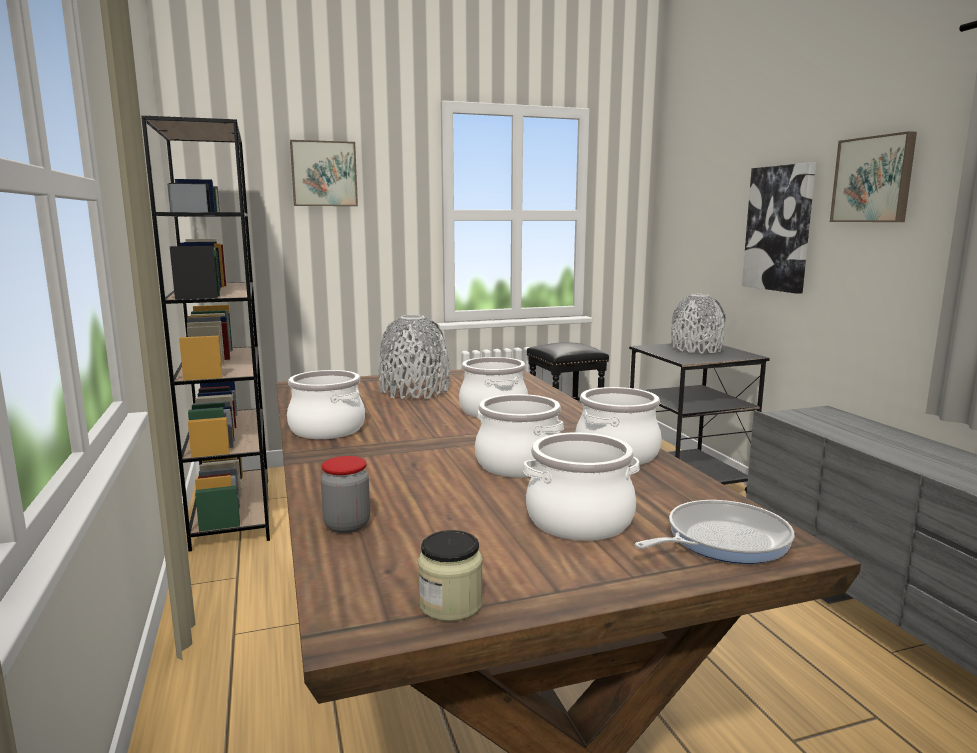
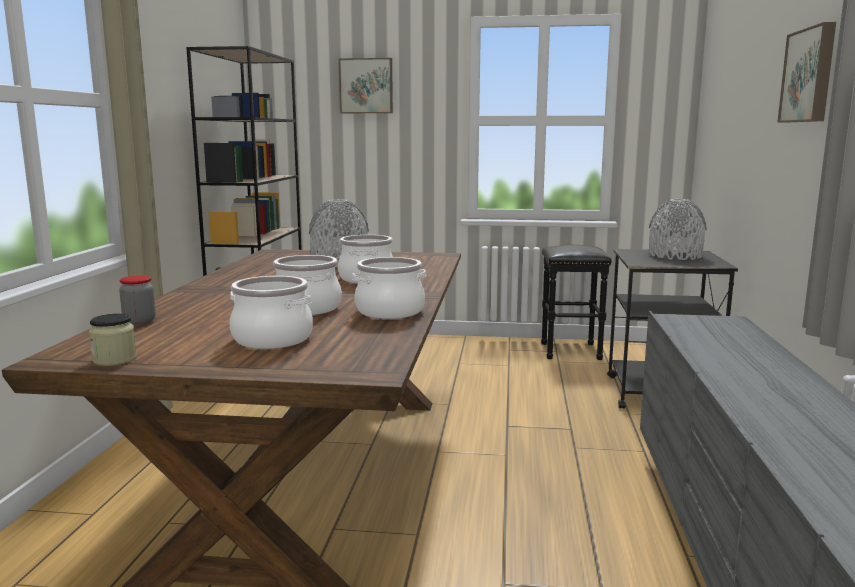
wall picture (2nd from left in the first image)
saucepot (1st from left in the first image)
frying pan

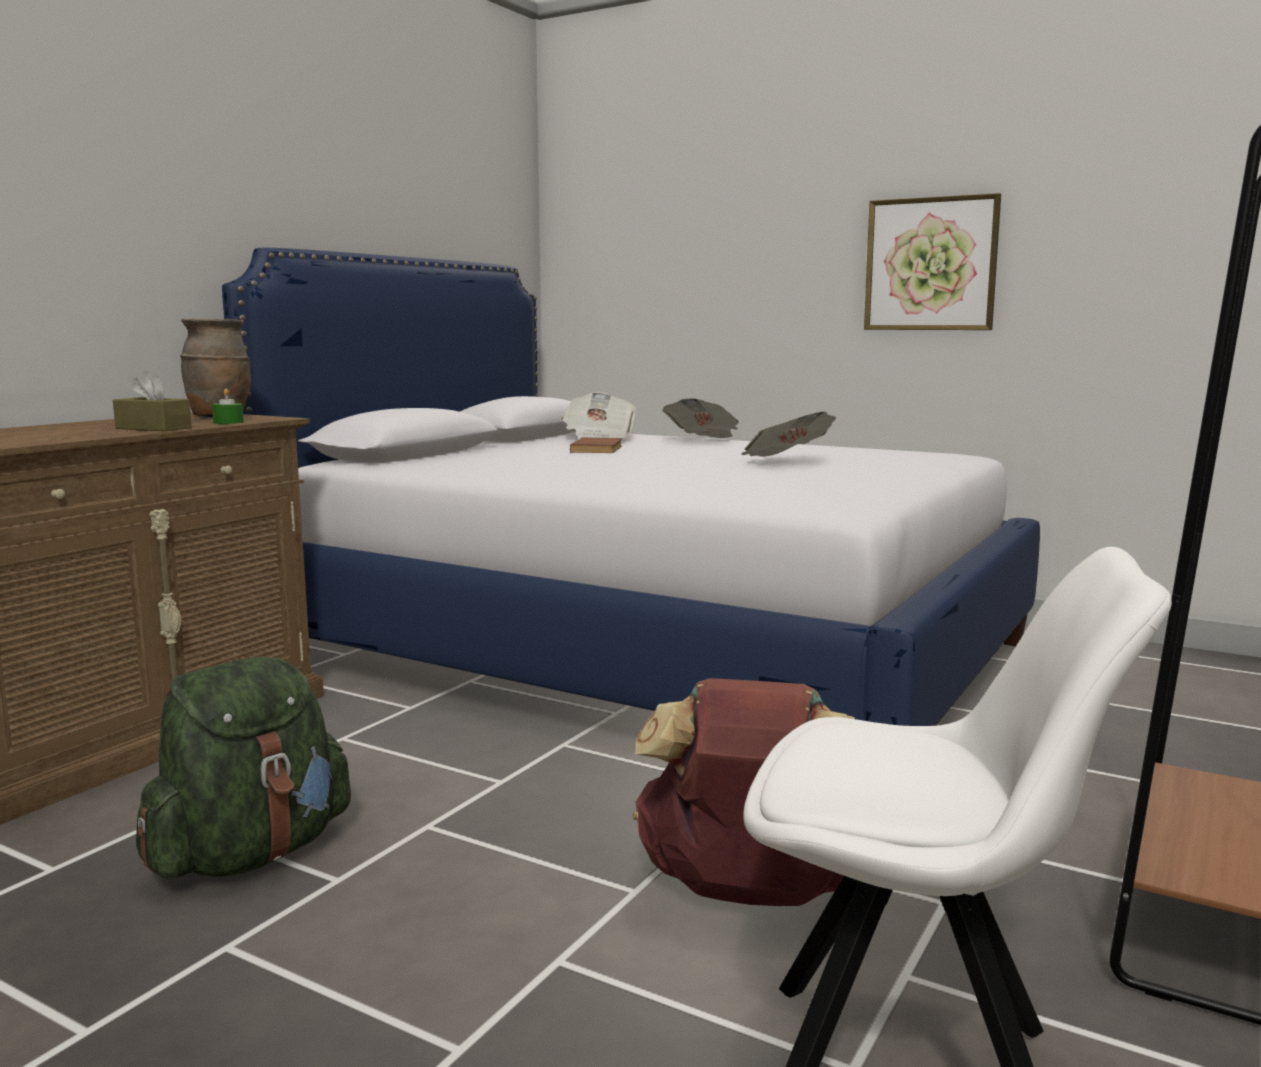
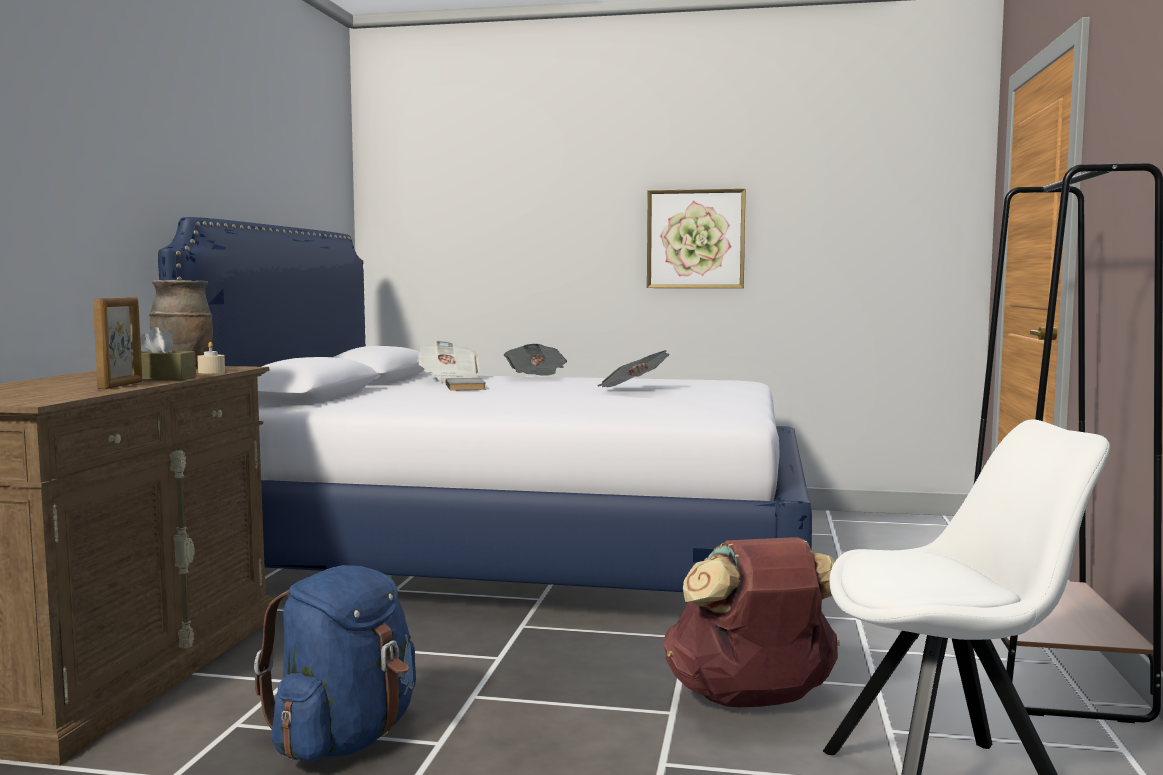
beige-coloured wax candle
gray volume
blue knapsack
standing frame

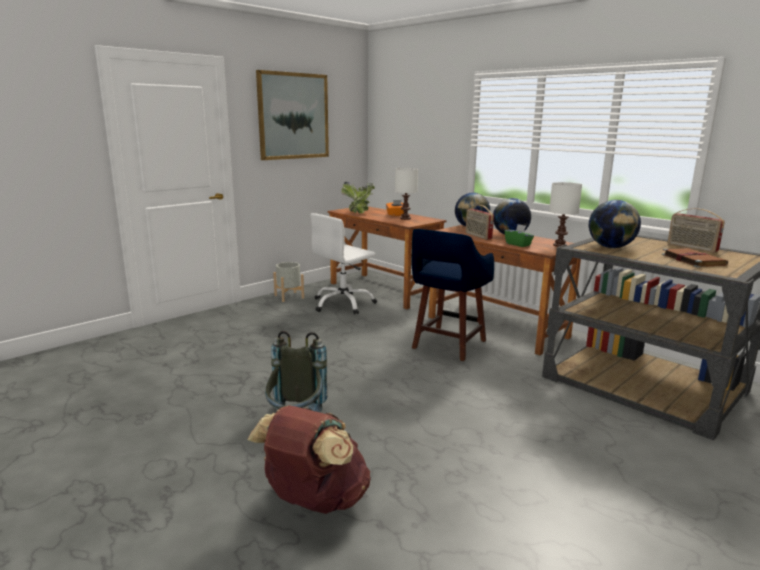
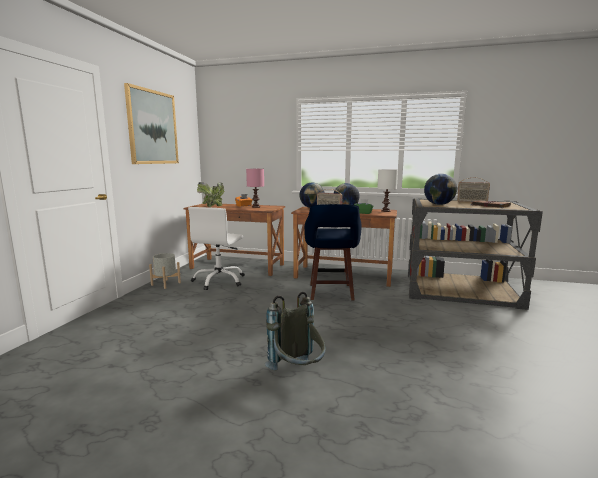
pinkish tabletop lamp
brown knapsack

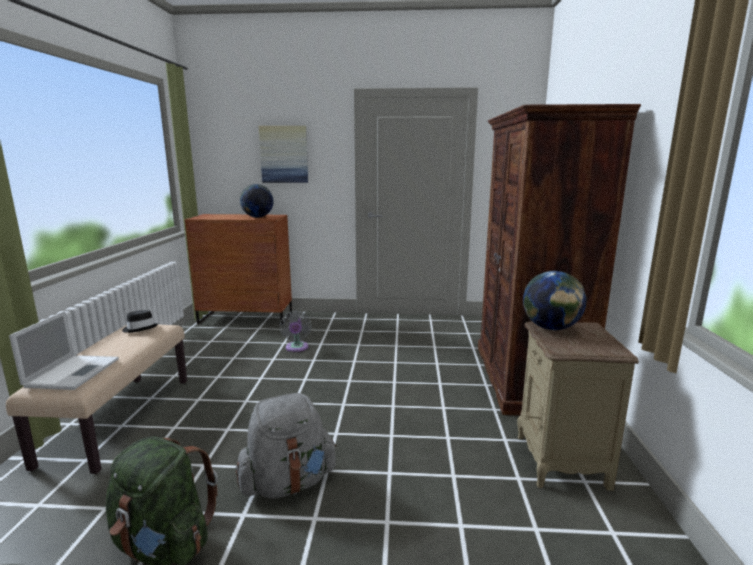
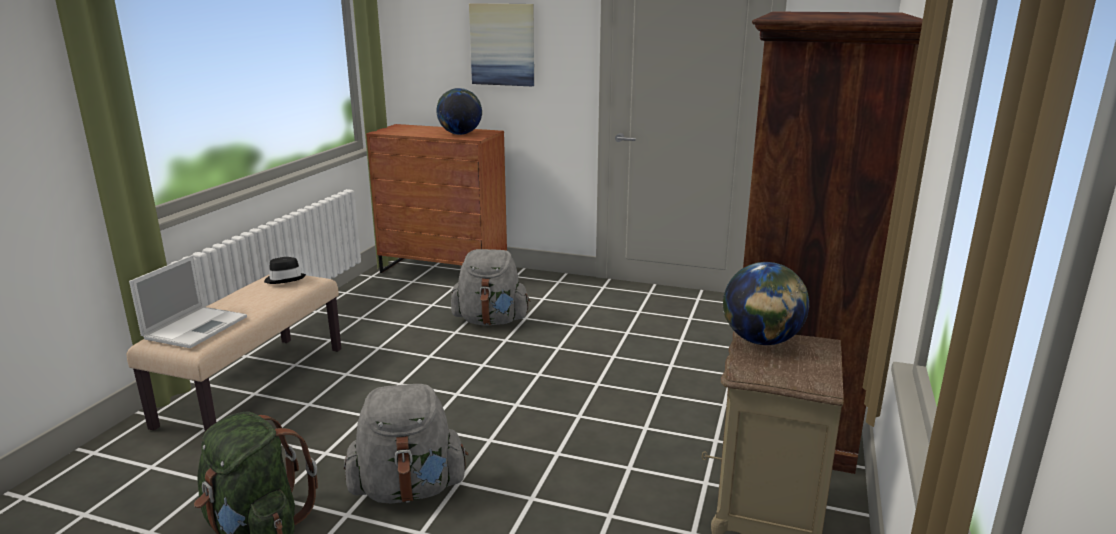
gray knapsack (2nd from left)

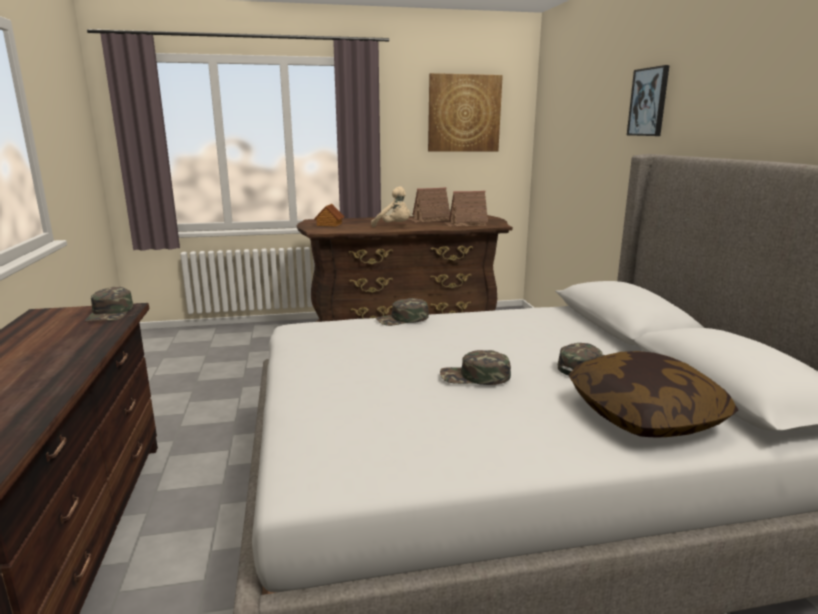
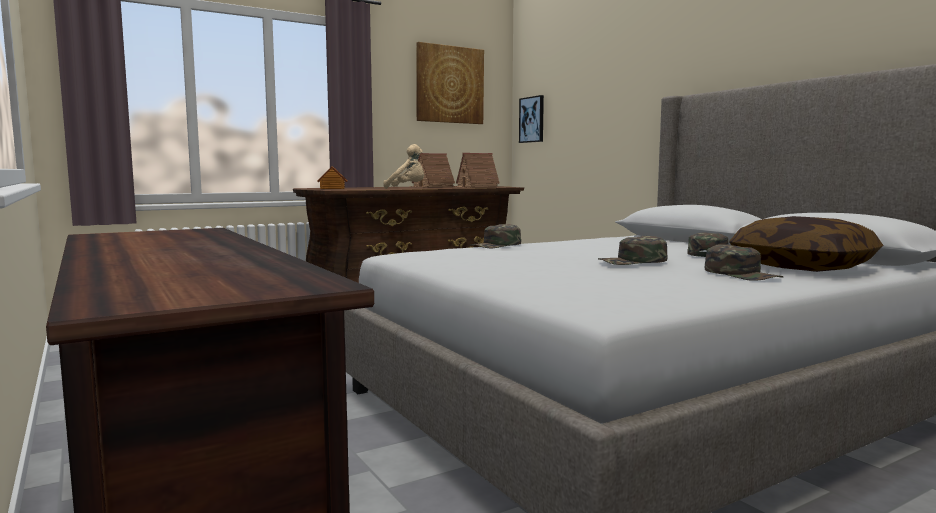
wall picture (2nd from left)
green cap (4th from left)

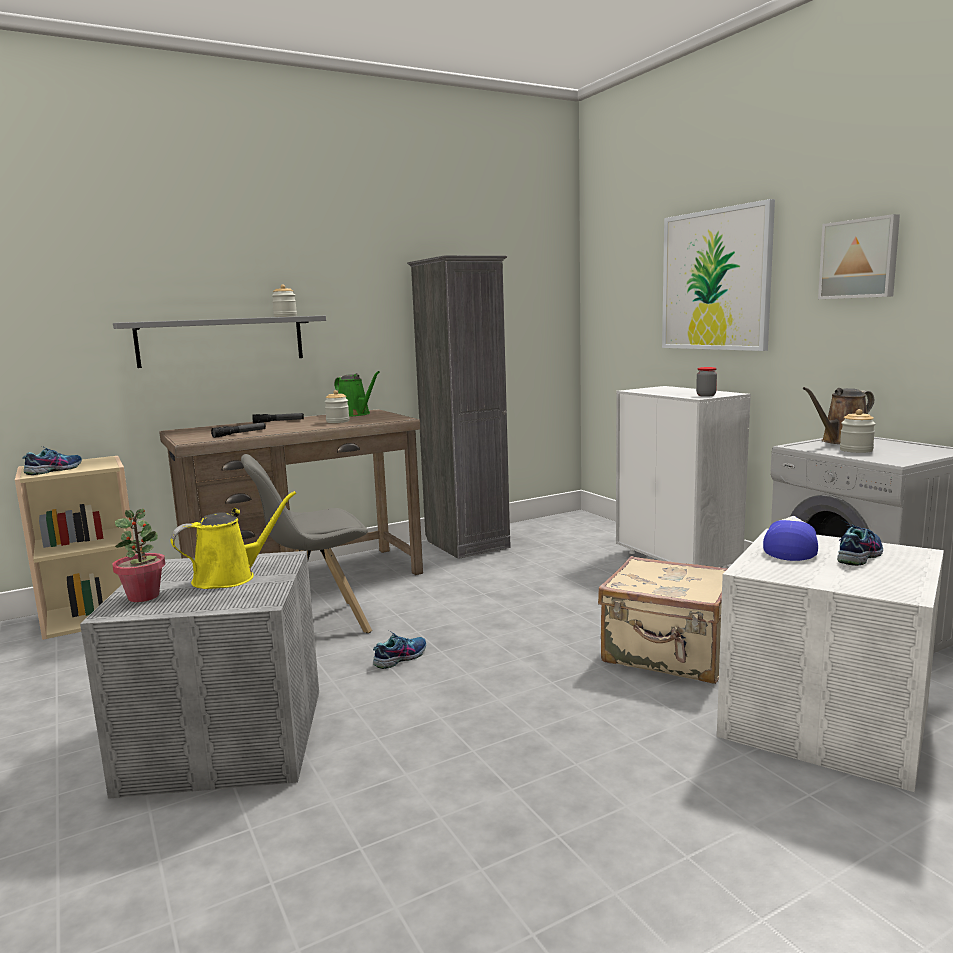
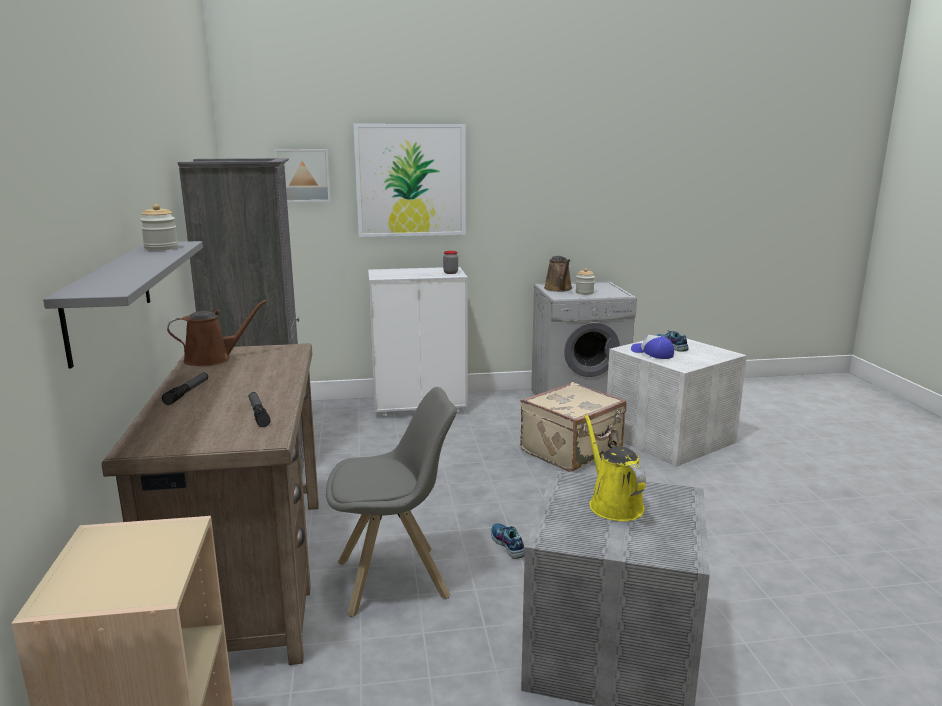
wall picture (1st from left)
brown sprinkling can (1st from left)
storage jar (2nd from left in the first image)
low shoe (1st from left in the first image)
gray plain chair
potted plant

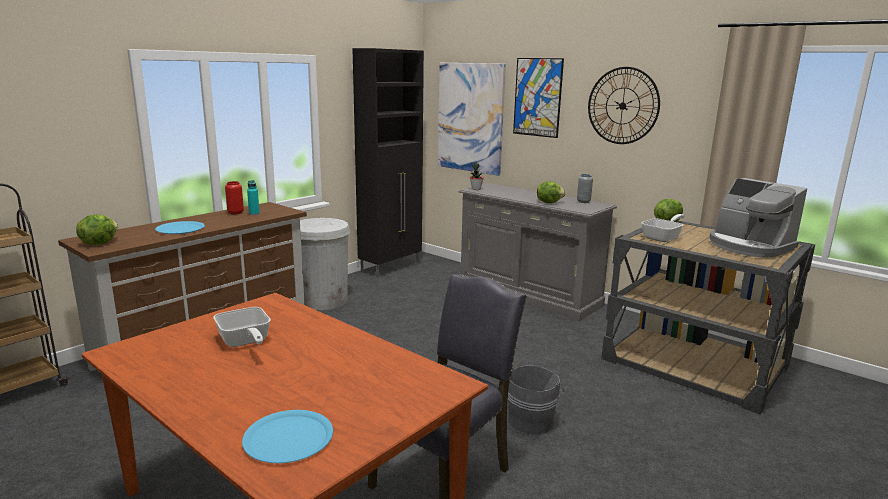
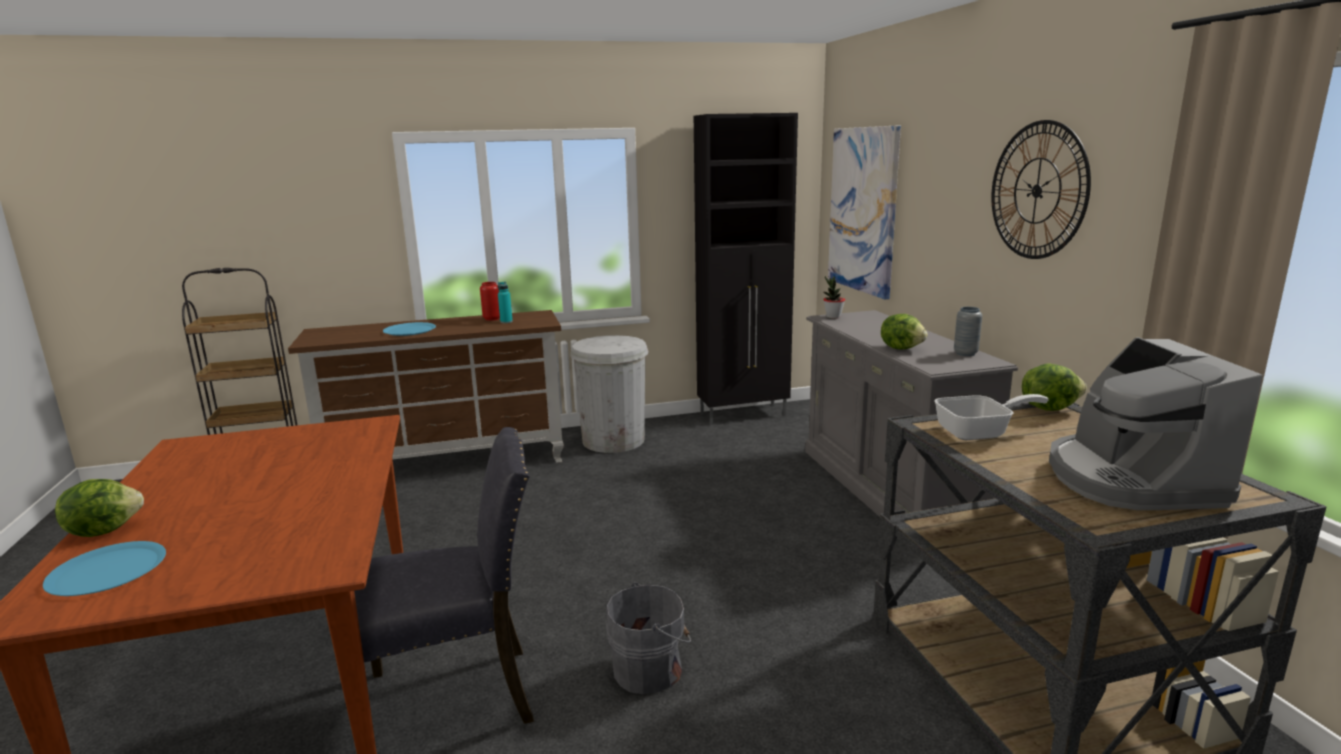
wall picture (2nd from left in the first image)
head of lettuce (1st from left)
frying pan (1st from left in the first image)

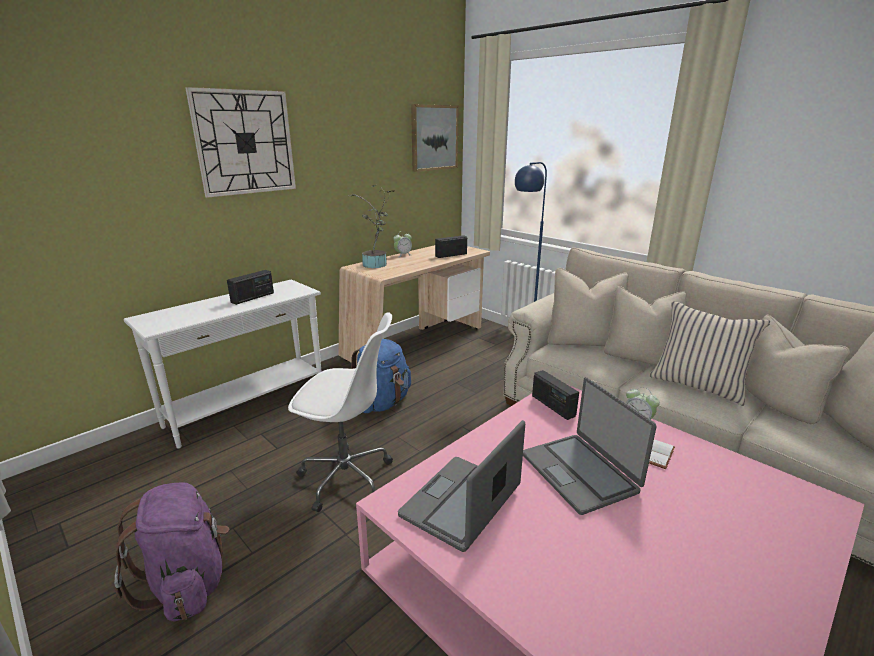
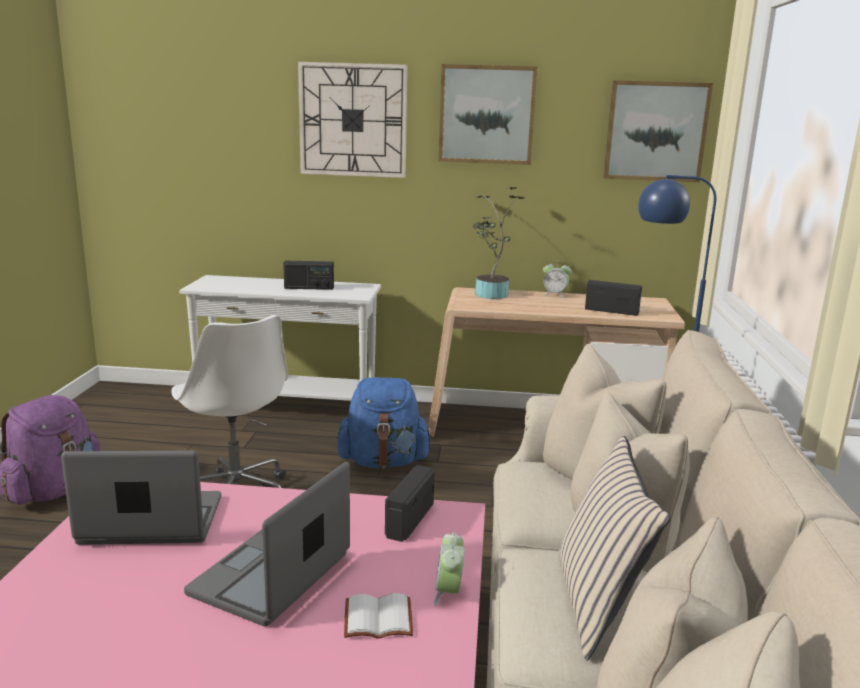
wall picture (1st from left)

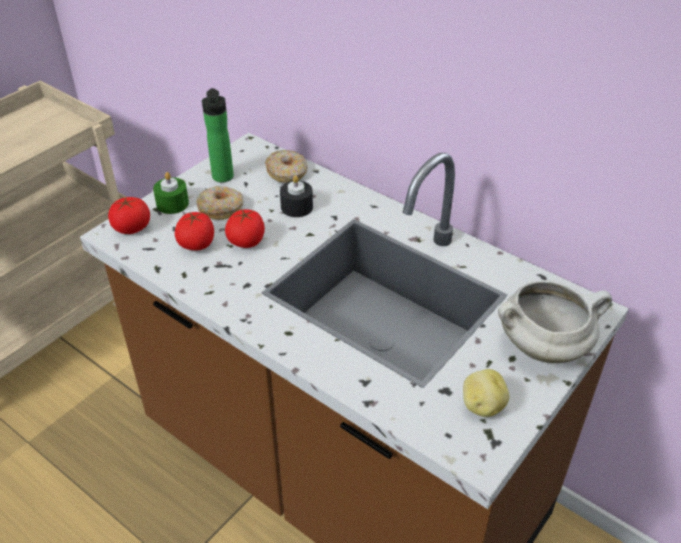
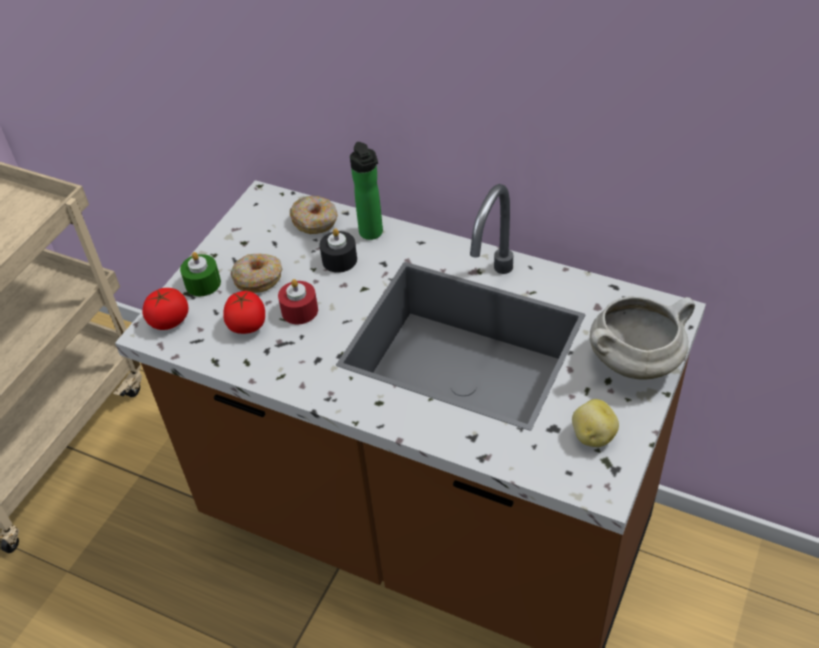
drink bottle
red wax candle

